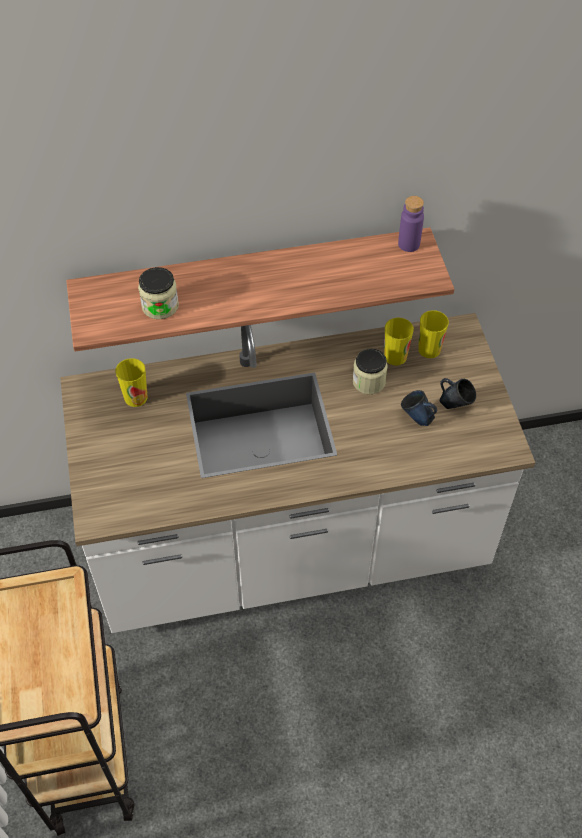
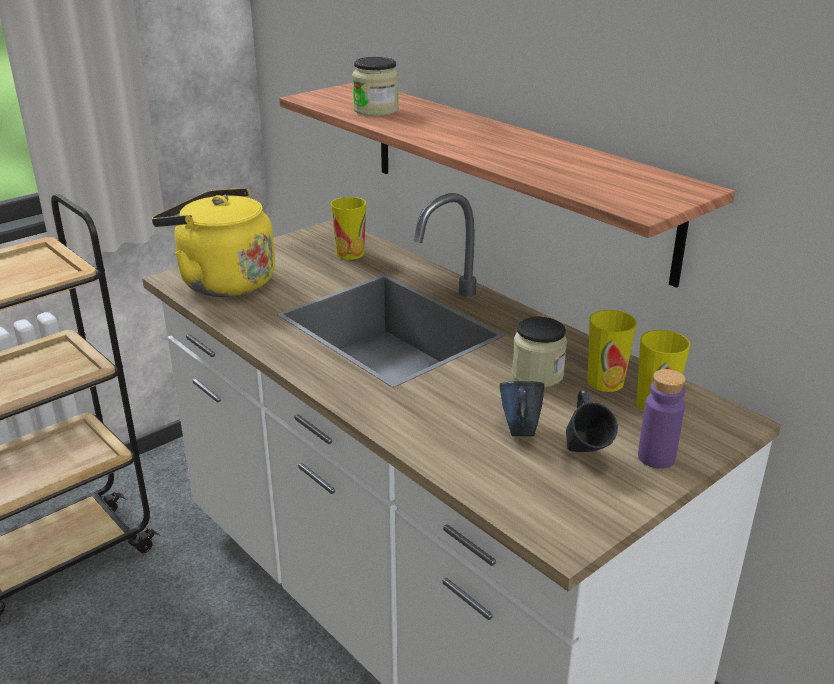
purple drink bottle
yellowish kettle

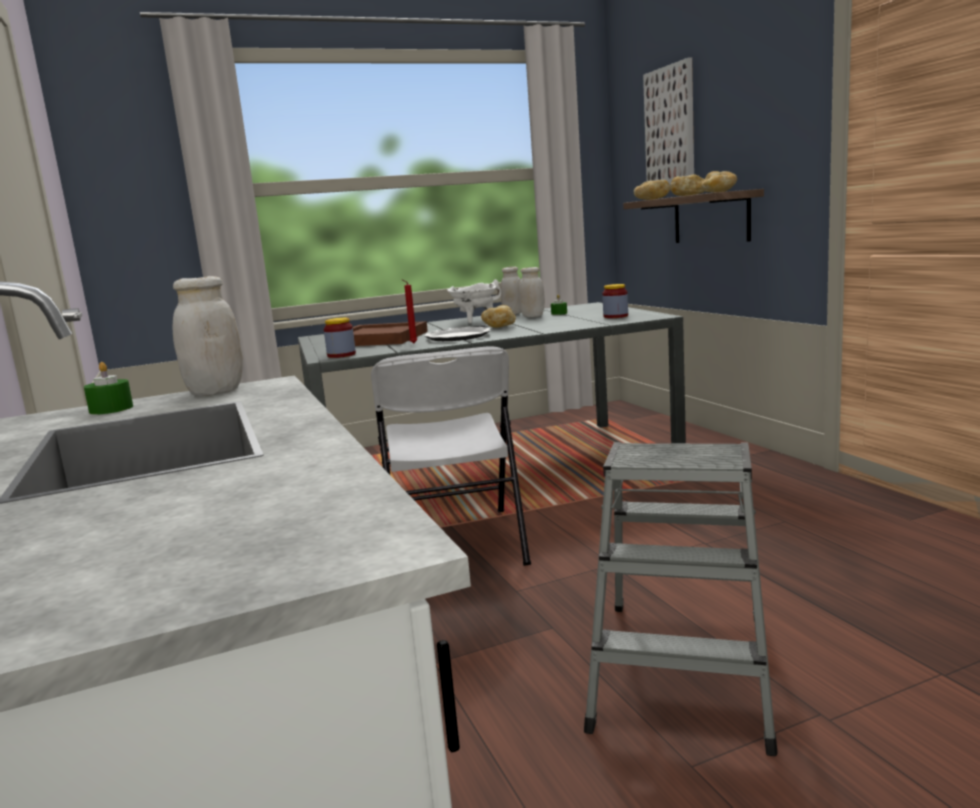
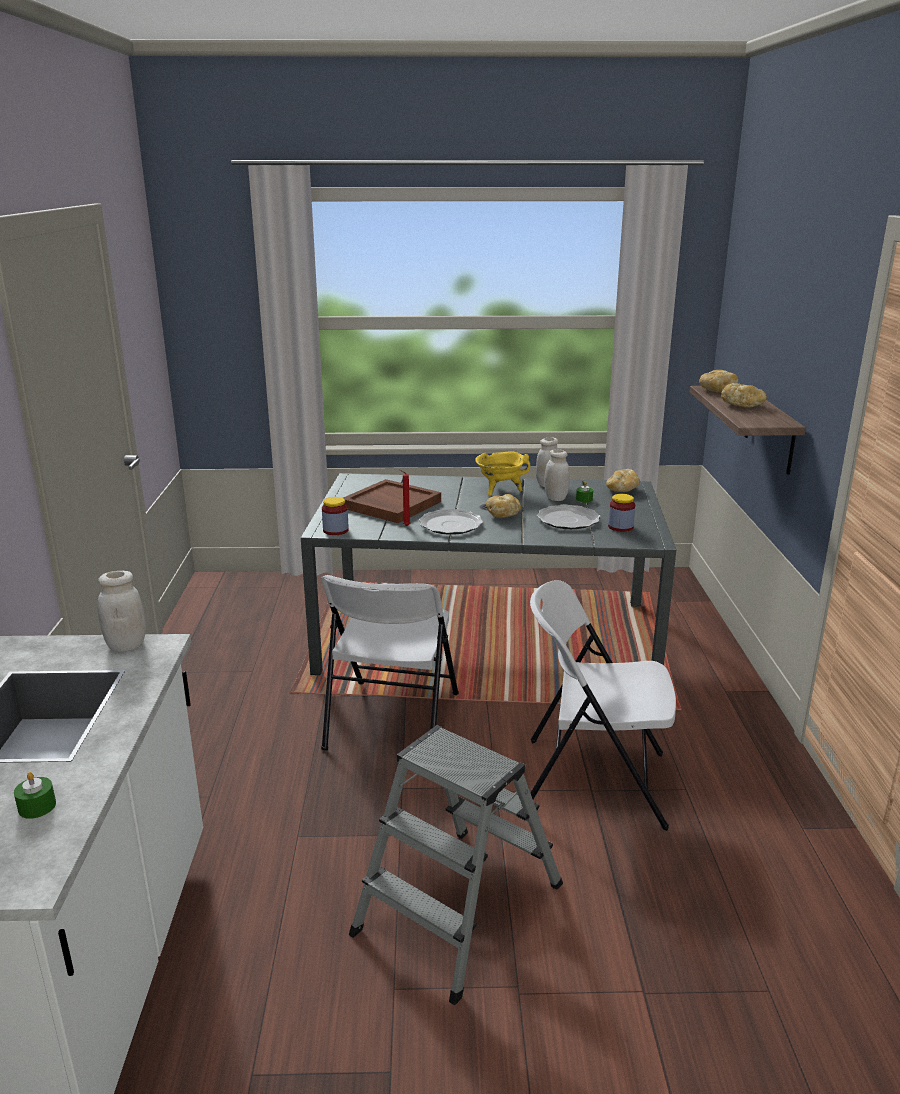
wall picture
baked bread (2nd from left)
yellowish saucepot
green wax candle (1st from left)
plate (2nd from left)
white-coloured plain chair (2nd from left)

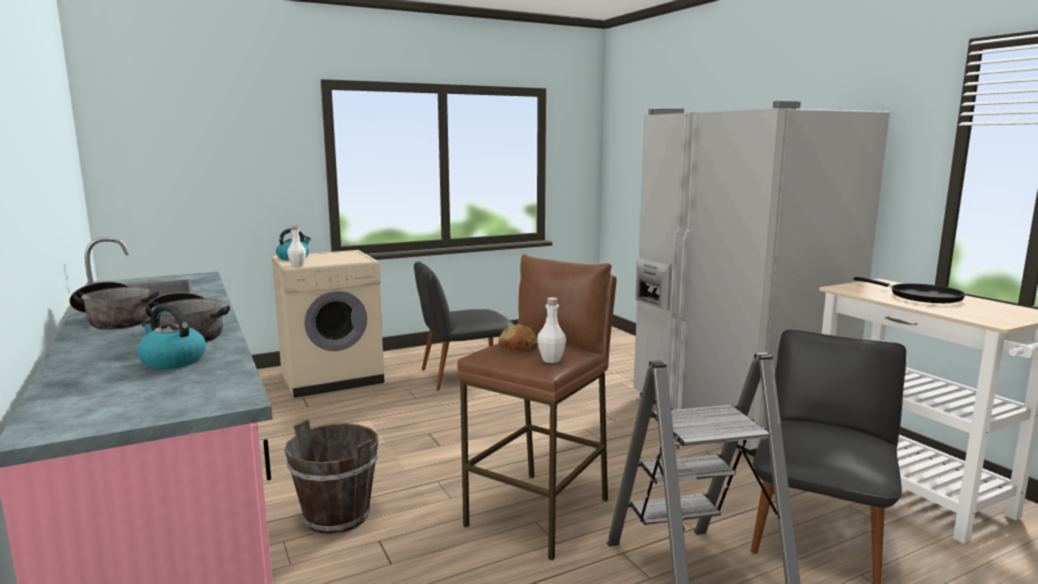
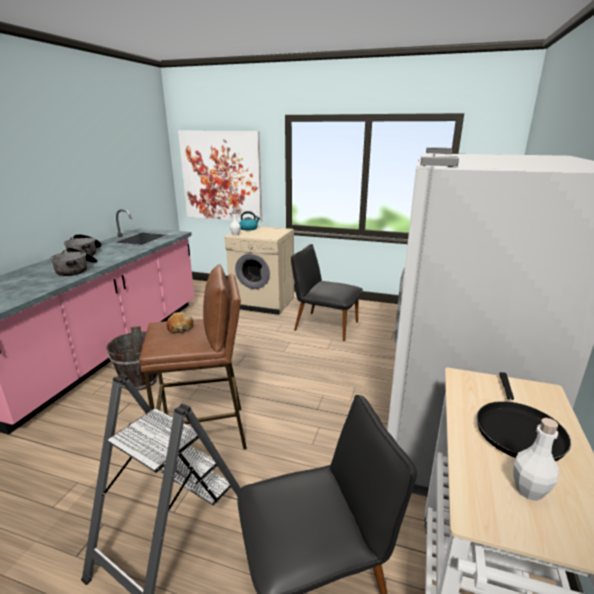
white-coloured drink bottle (2nd from left)
kettle (1st from left in the first image)
wall picture

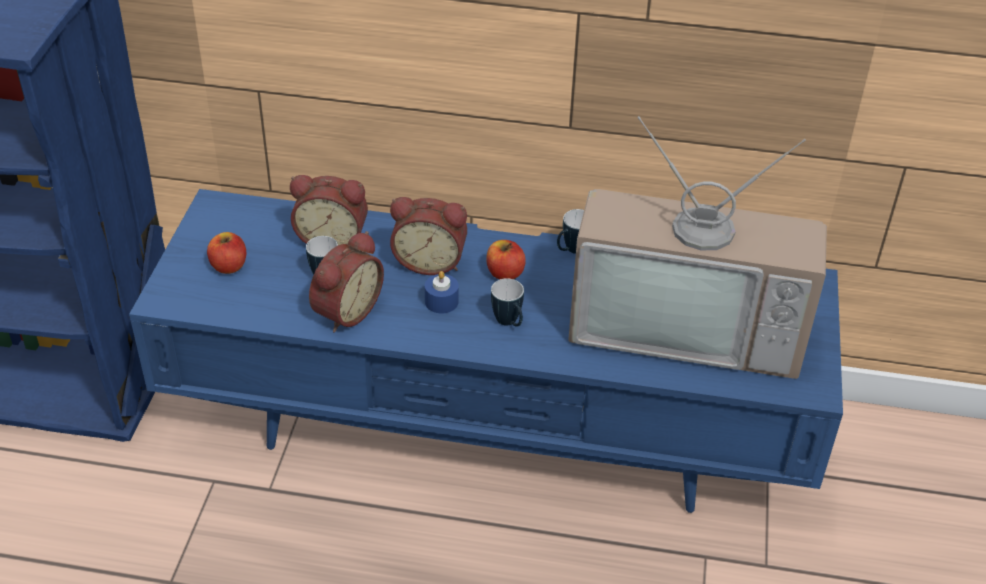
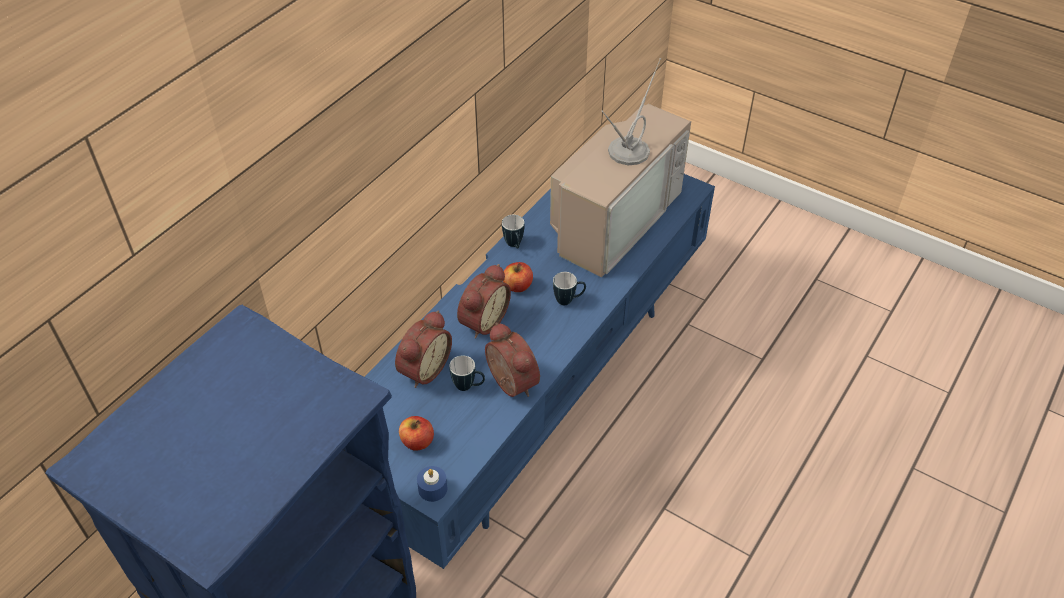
blue wax candle

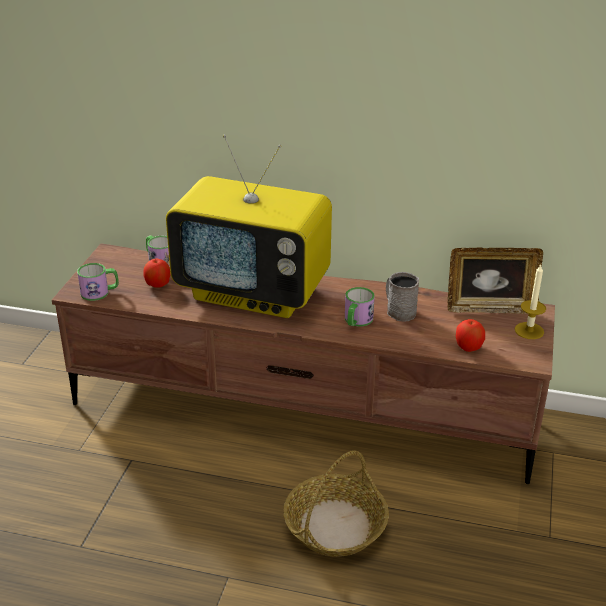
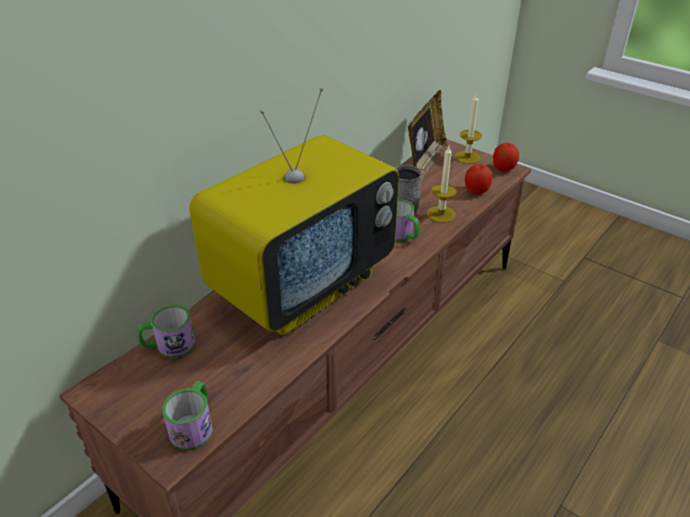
whole apple (2nd from left)
household basket
wax candle (1st from left)

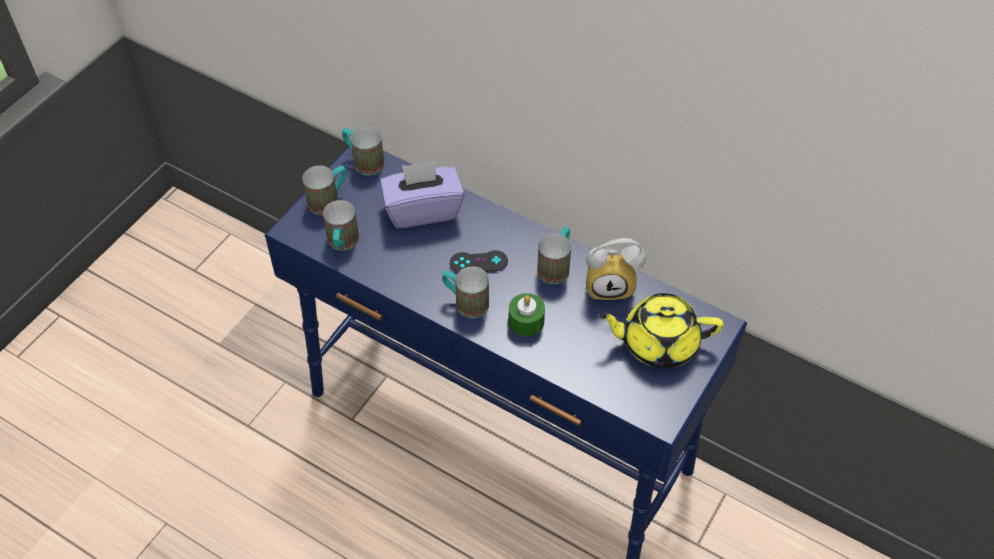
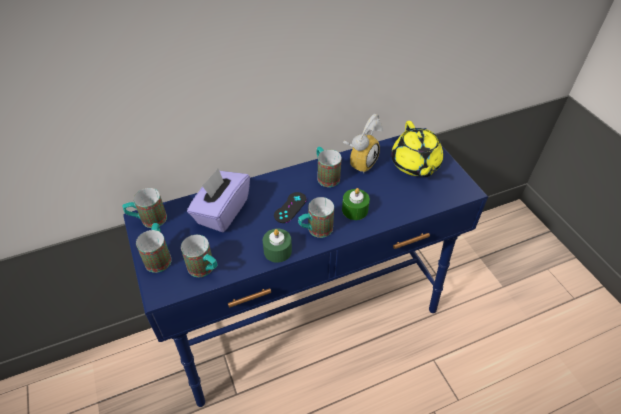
yellowish pot for tea
green wax candle (1st from left)

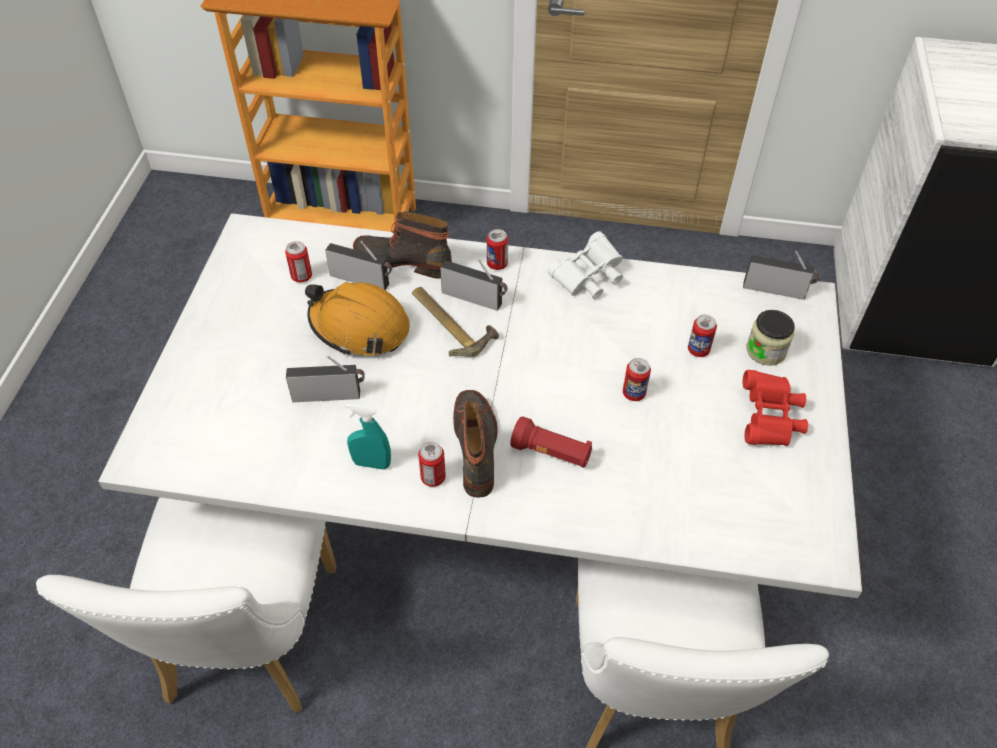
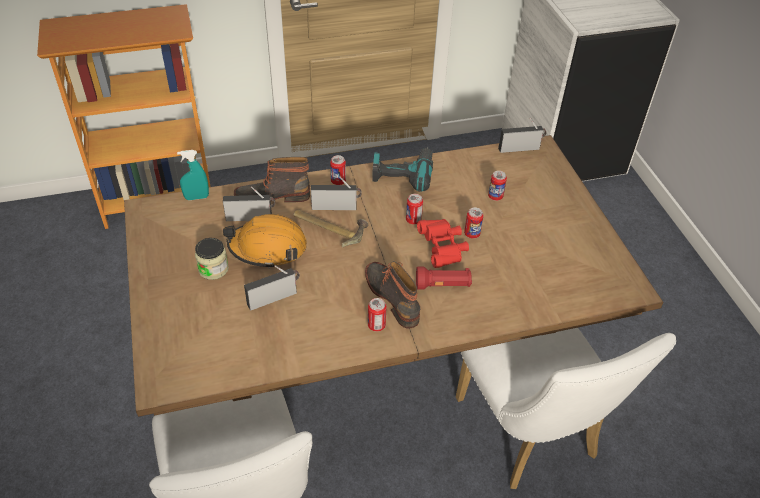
brown kitchen table
power drill
can (3rd from left)
storage jar
red pair of binoculars
turquoise hand sprayer

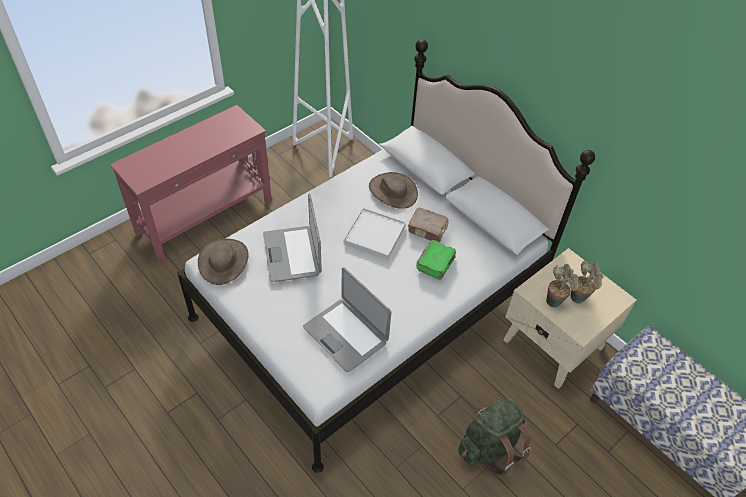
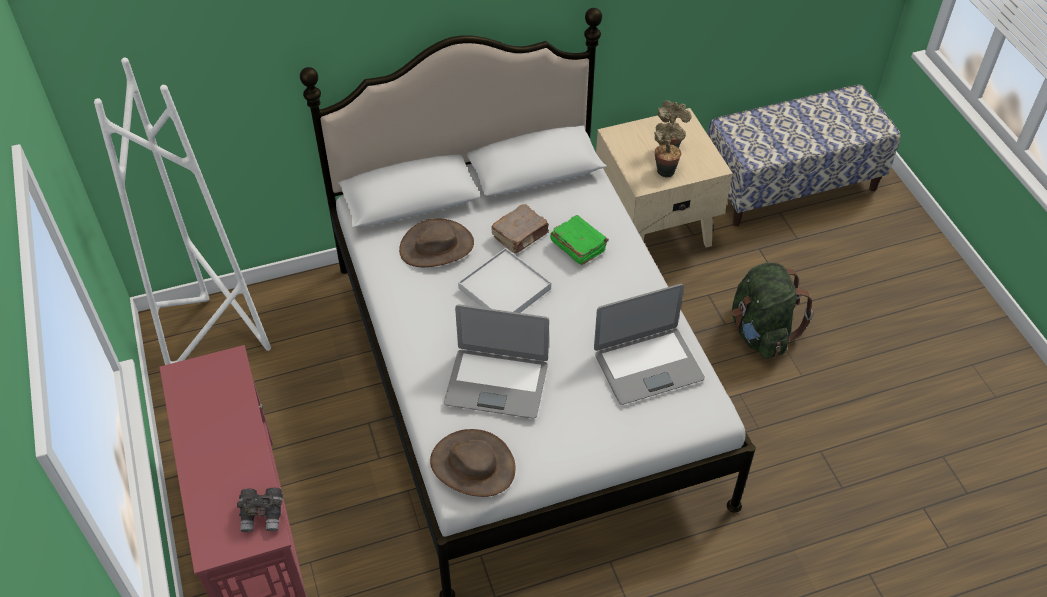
gray pair of binoculars

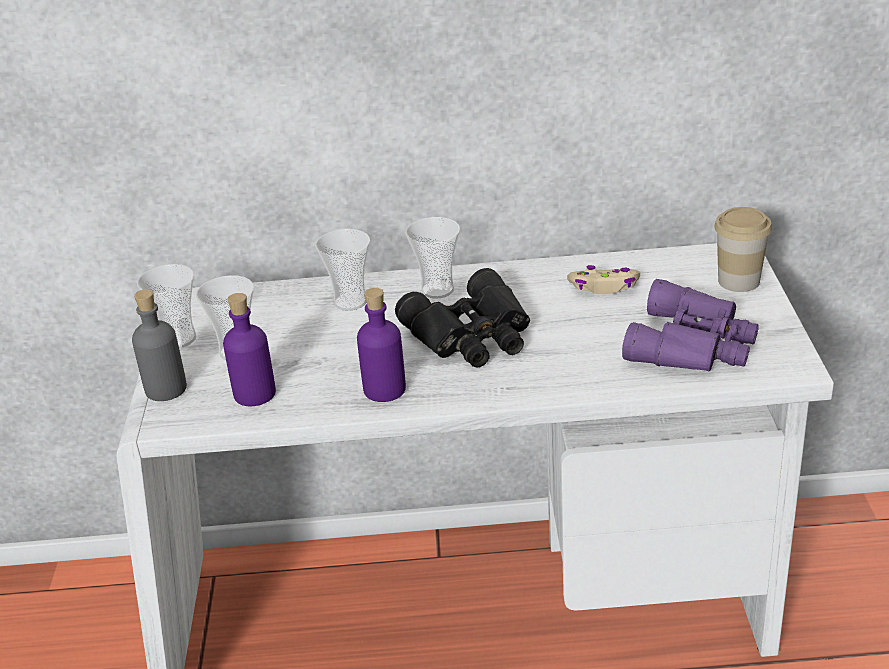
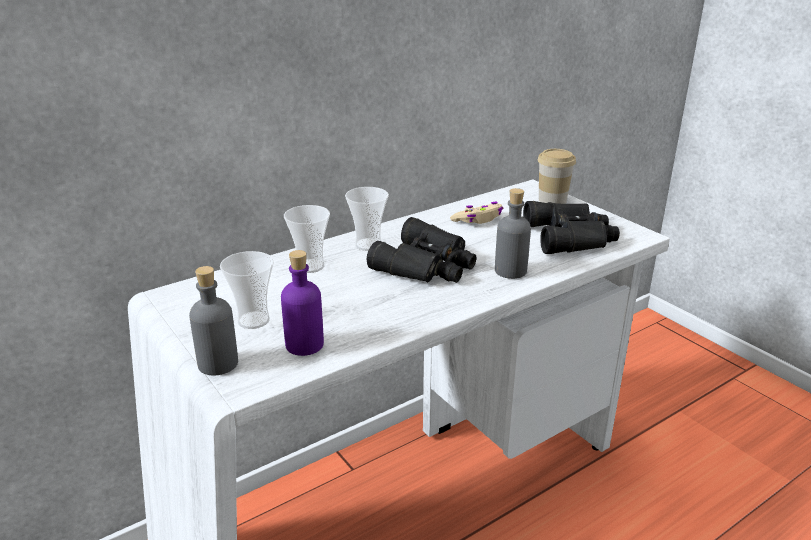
cup (1st from left in the first image)
black pair of binoculars (2nd from left)
purple drink bottle (2nd from left in the first image)
gray drink bottle (2nd from left)

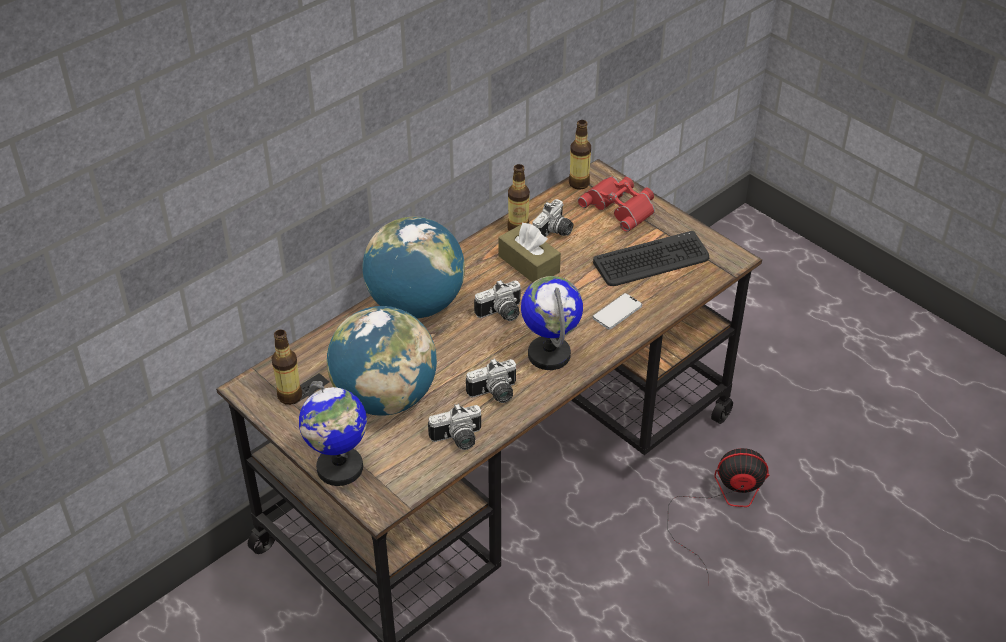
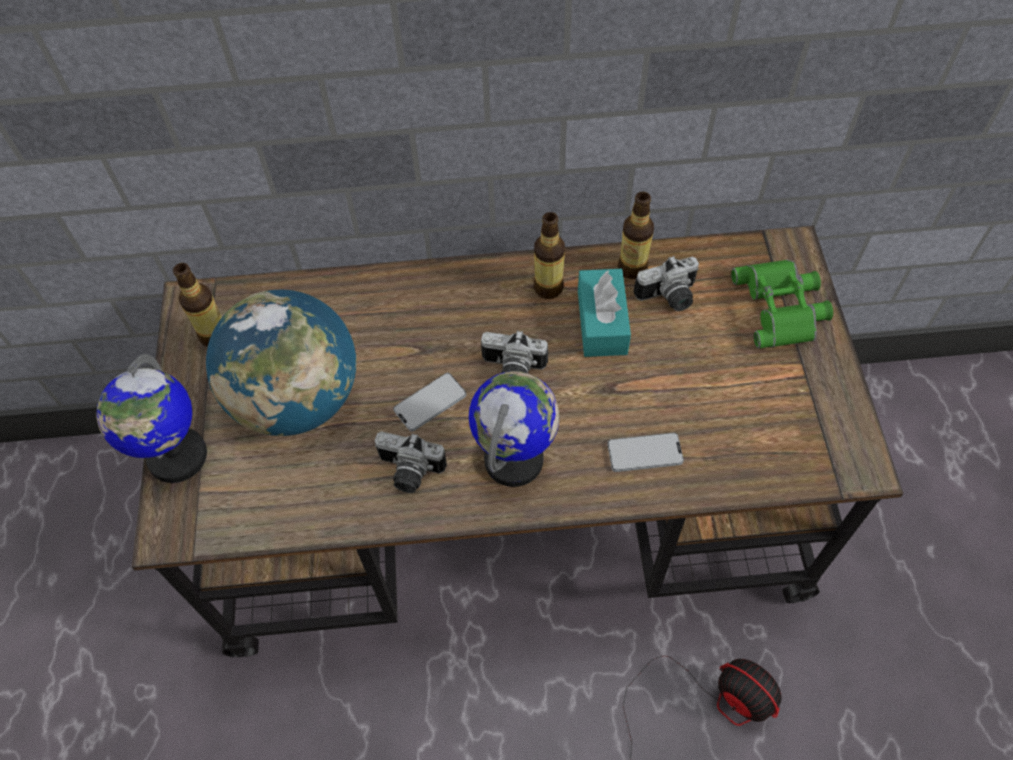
drink bottle (2nd from left)
green pair of binoculars
world globe (3rd from left in the first image)
turquoise tissue box
keyboard
still camera (1st from left in the first image)
phone (1st from left)

